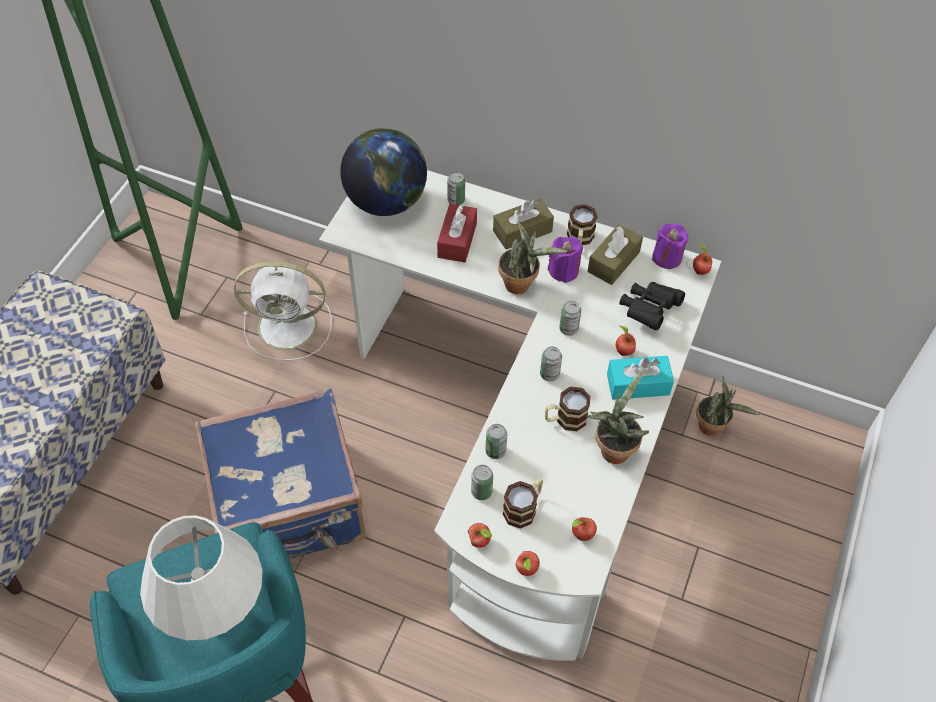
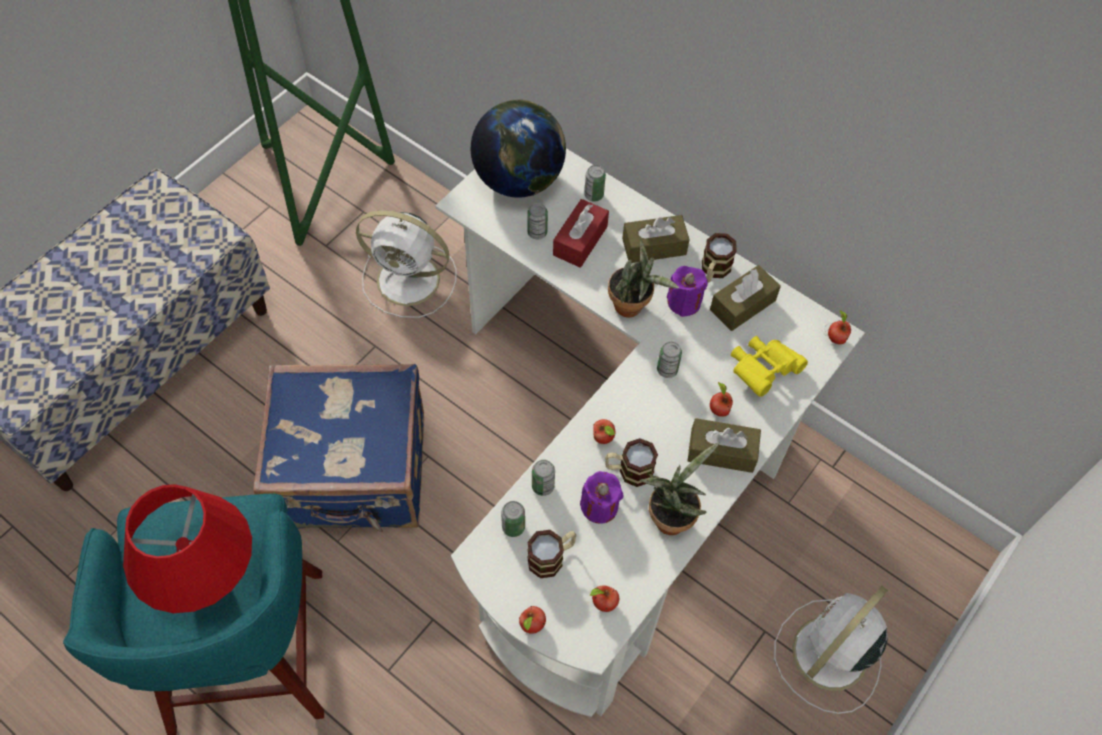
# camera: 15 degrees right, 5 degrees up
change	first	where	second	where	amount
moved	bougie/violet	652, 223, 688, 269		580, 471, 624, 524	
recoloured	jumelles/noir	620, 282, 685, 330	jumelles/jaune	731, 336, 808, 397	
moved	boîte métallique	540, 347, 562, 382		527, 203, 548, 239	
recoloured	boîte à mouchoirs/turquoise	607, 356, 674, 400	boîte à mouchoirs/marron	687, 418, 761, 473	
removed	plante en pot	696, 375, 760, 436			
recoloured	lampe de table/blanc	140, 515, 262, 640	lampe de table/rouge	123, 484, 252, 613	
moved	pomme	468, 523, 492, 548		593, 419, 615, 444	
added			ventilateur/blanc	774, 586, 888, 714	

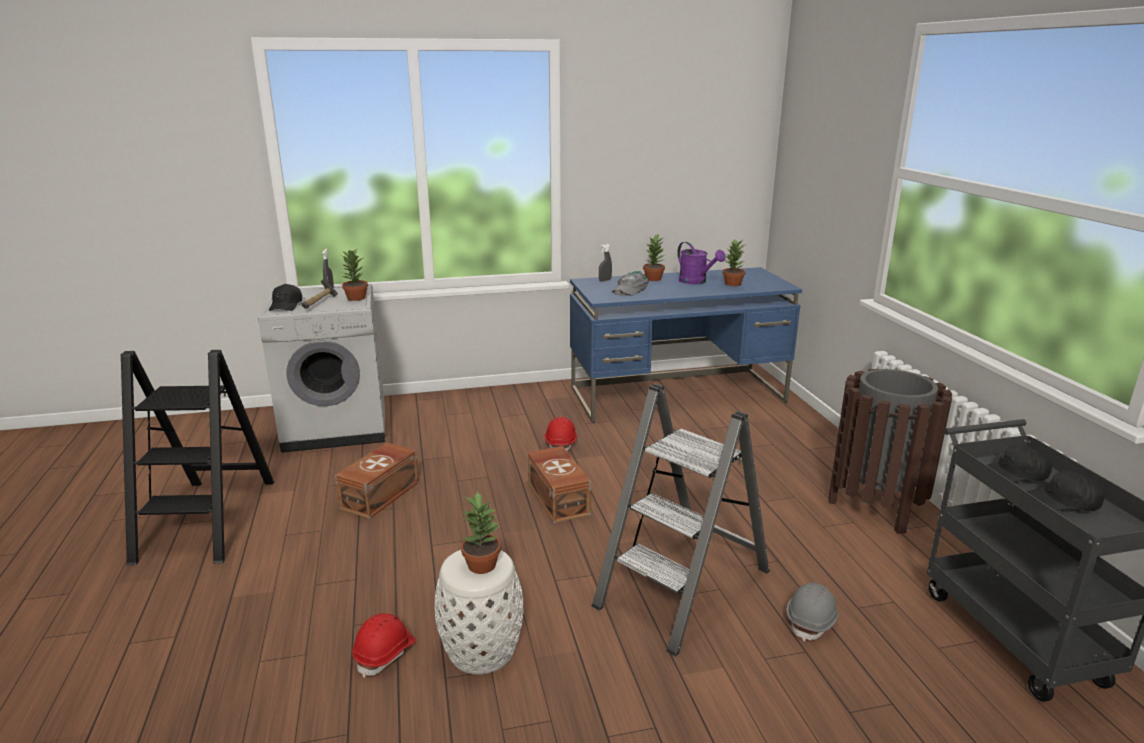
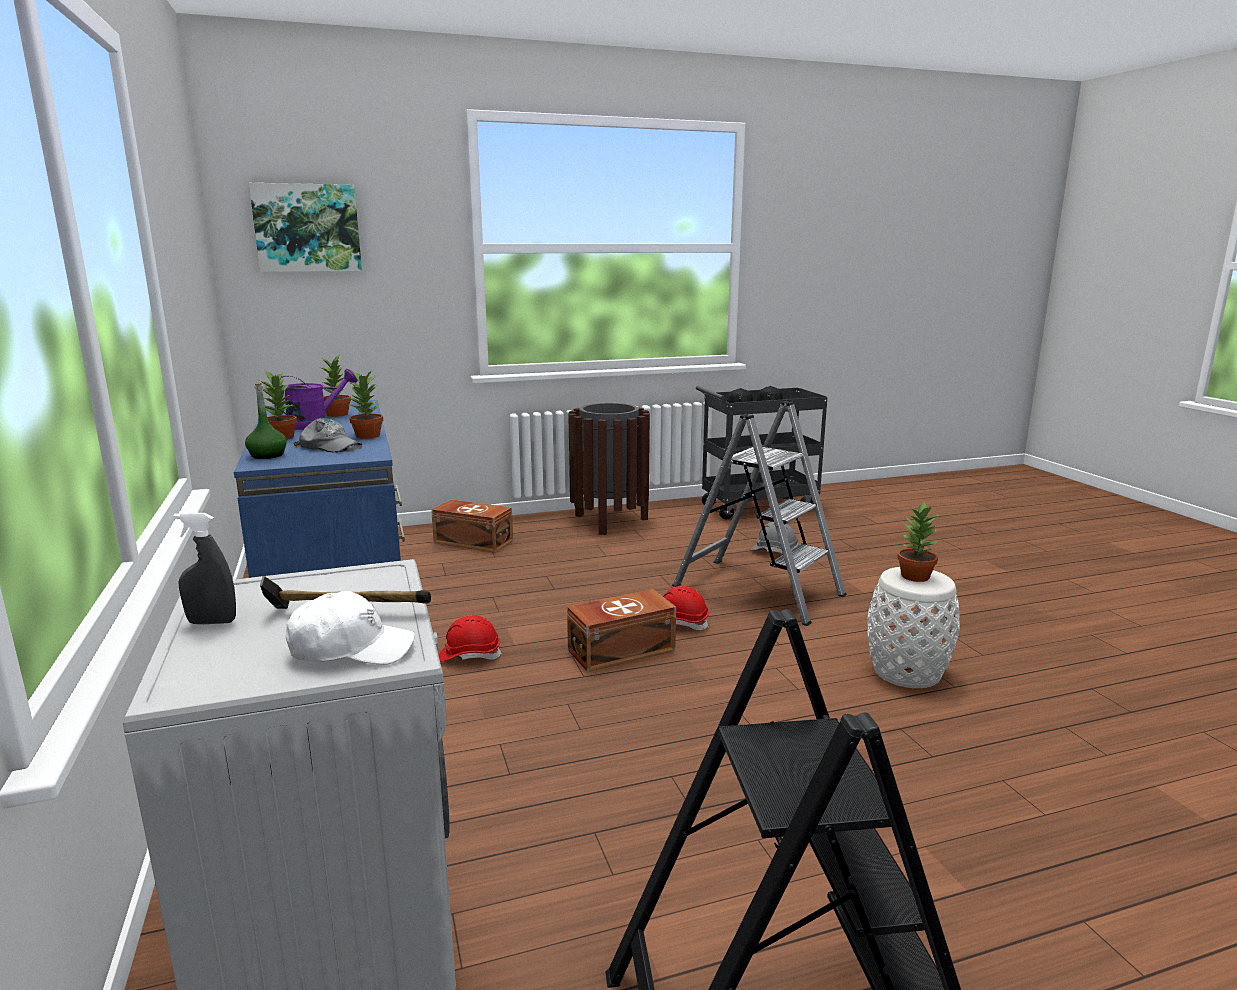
# camera: 95 degrees left, 5 degrees down
change	first	where	second	where	amount
replaced	vaporisateur/gris	599, 244, 612, 282	bouteille/vert	245, 382, 287, 459	
moved	plante en pot	342, 249, 368, 301		349, 369, 383, 439	
recoloured	casquette/noir	269, 284, 302, 311	casquette/blanc	286, 591, 415, 665	
moved	boîte de rangement/marron	335, 443, 419, 519		431, 500, 513, 553	
moved	casque de chantier/rouge	352, 613, 416, 678		663, 586, 709, 630	
added			tableau	249, 183, 362, 272	

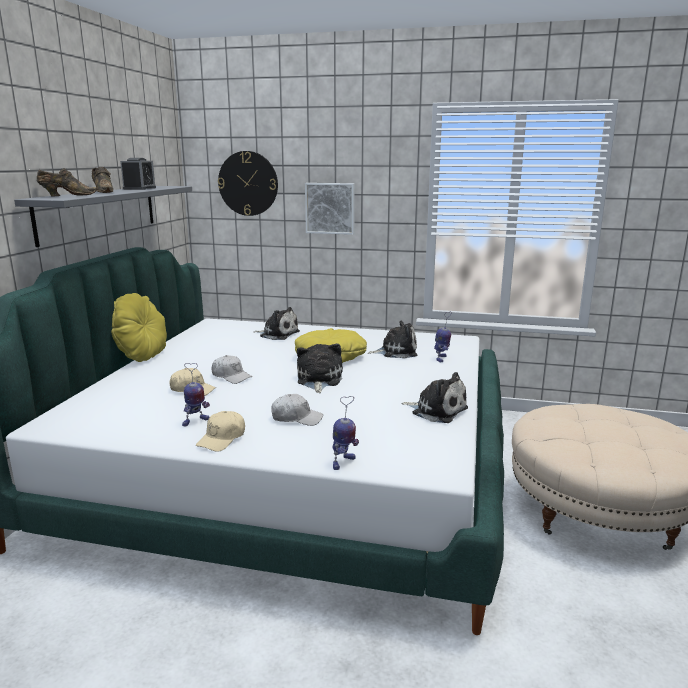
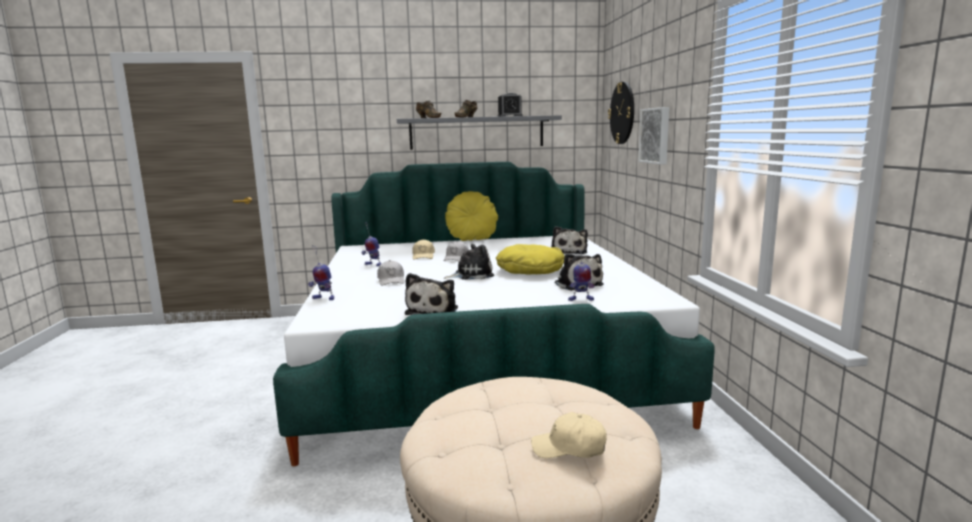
# camera: 70 degrees right, 5 degrees down
change	first	where	second	where	amount
moved	casquette/beige	196, 411, 245, 452		531, 412, 607, 458	

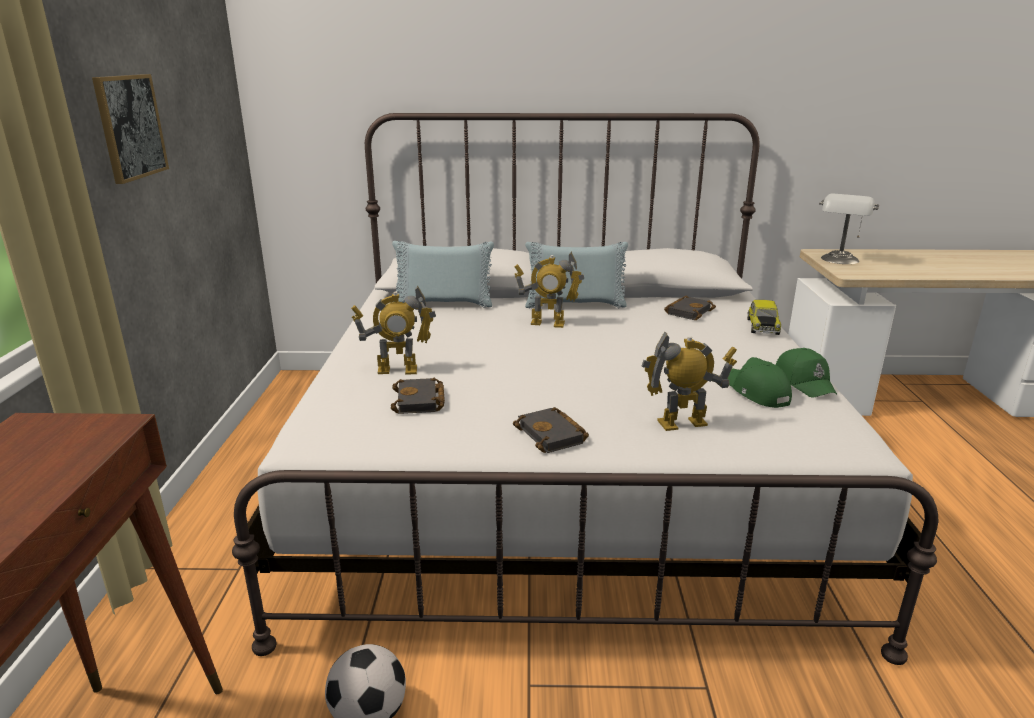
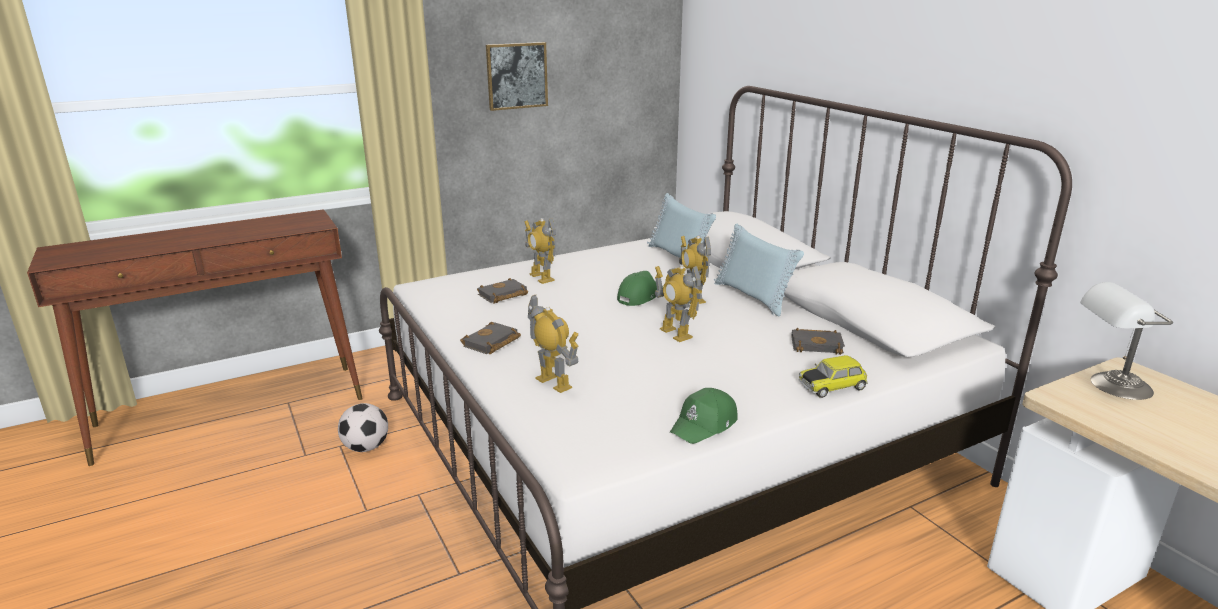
# camera: 60 degrees right, 0 degrees up
change	first	where	second	where	amount
moved	casquette/vert	728, 357, 792, 408		617, 271, 663, 306	
added			robot jouet	655, 265, 702, 342	

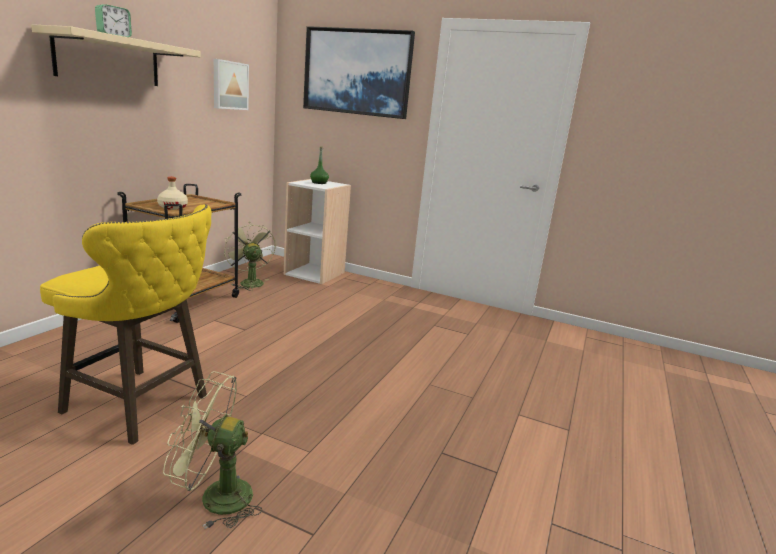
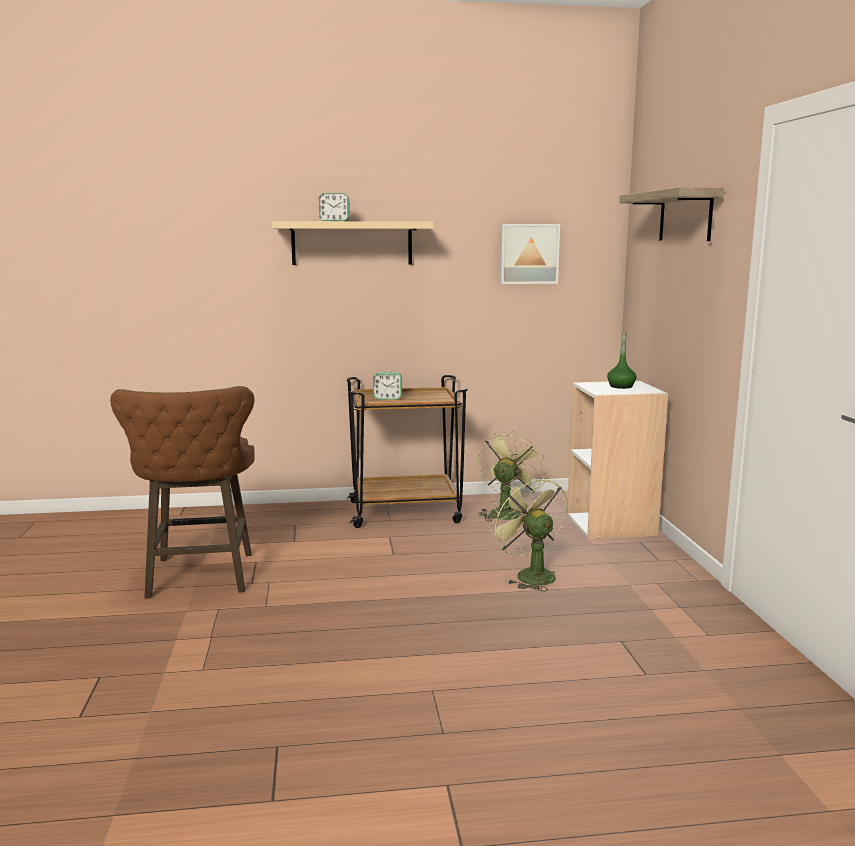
# camera: 60 degrees right, 5 degrees down
change	first	where	second	where	amount
replaced	tableau	303, 26, 415, 119	étagère	619, 187, 724, 241	
replaced	bouteille/beige	157, 177, 188, 210	réveil	373, 372, 402, 400	
recoloured	tabouret/jaune	40, 204, 211, 445	tabouret/marron	110, 386, 254, 599	
moved	ventilateur/vert	163, 371, 263, 529		488, 474, 568, 592	

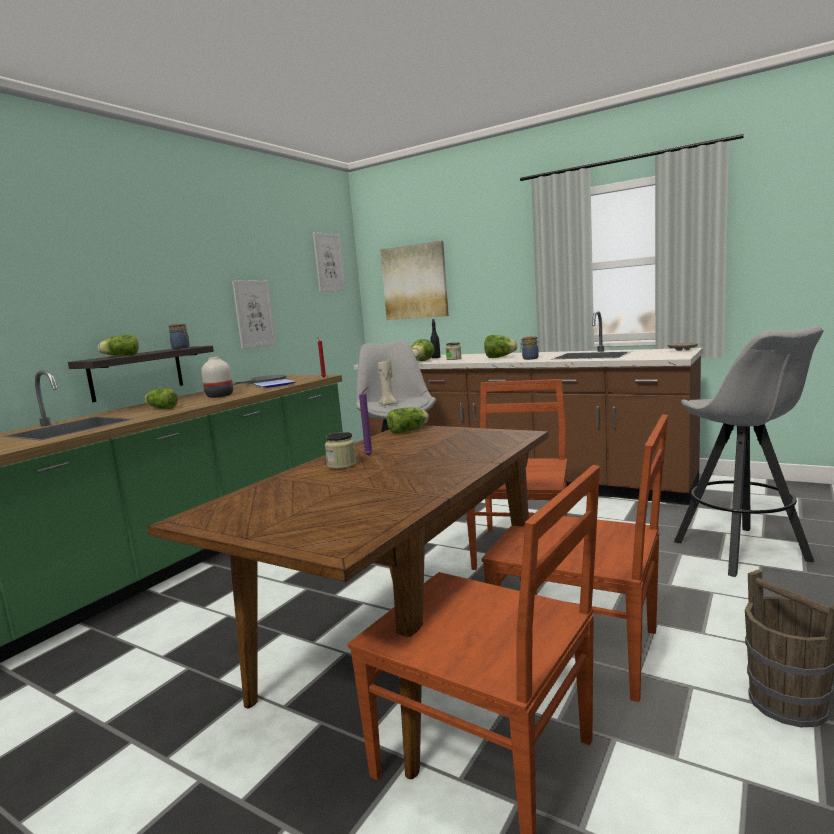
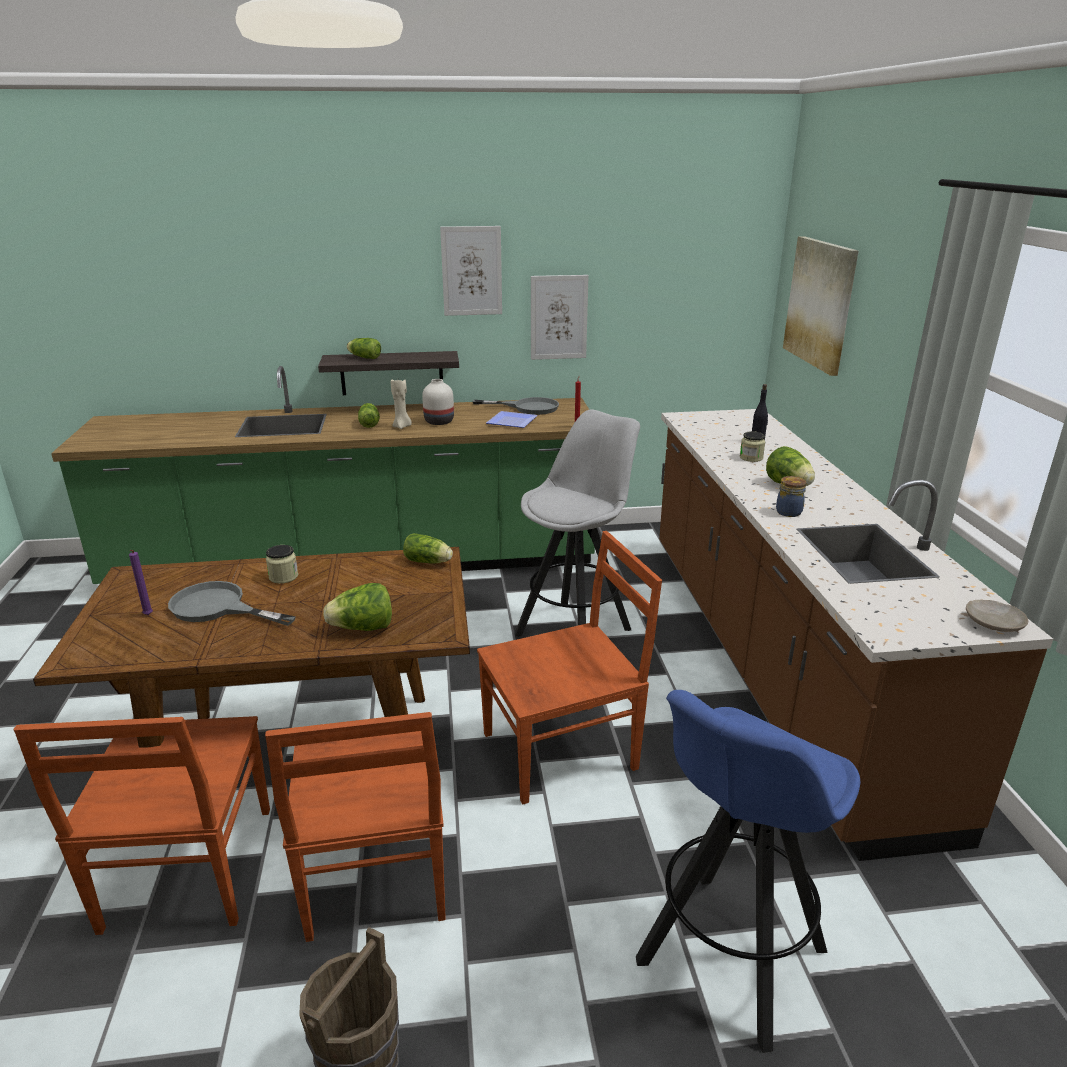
# camera: 50 degrees right, 15 degrees up
change	first	where	second	where	amount
moved	tableau	313, 232, 346, 292		440, 226, 502, 316	
removed	bocal	169, 324, 190, 349			
recoloured	tabouret/gris	674, 326, 824, 577	tabouret/bleu	636, 690, 860, 1053	
moved	laitue	411, 339, 434, 361		323, 583, 392, 631	
moved	bougie/beige	378, 360, 397, 406		391, 379, 412, 429	
moved	bougie/violet	359, 387, 373, 456		129, 550, 153, 615	
added			poêle/gris	168, 581, 296, 626	

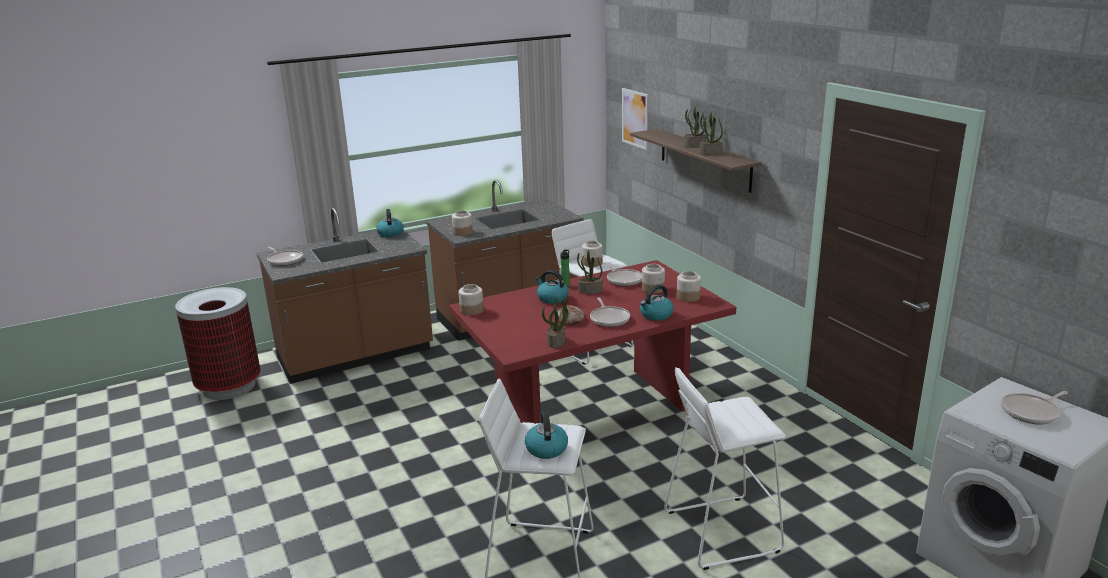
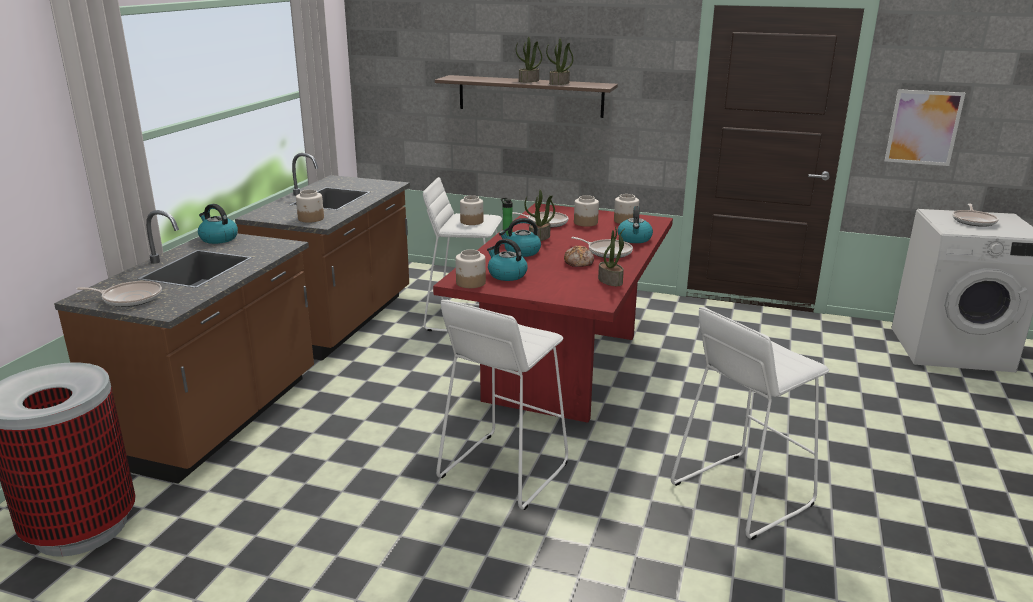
# camera: 45 degrees left, 0 degrees up
change	first	where	second	where	amount
moved	tableau	622, 88, 648, 150		885, 89, 965, 166	
moved	tabouret/blanc	664, 367, 786, 570		436, 300, 568, 510	
moved	bouilloire	525, 411, 568, 459		487, 239, 528, 281	

